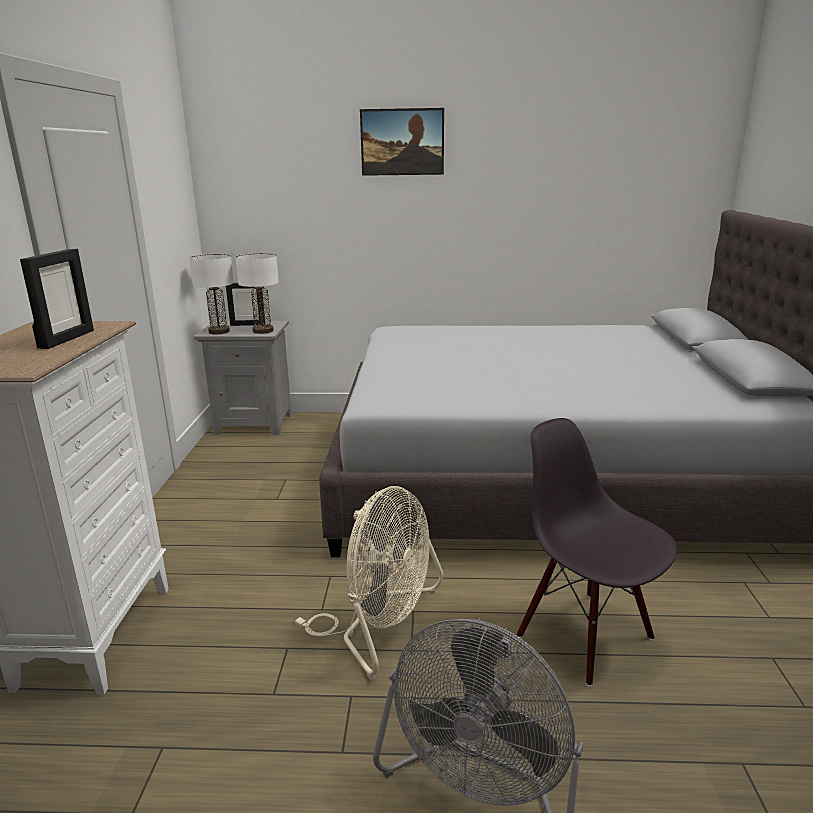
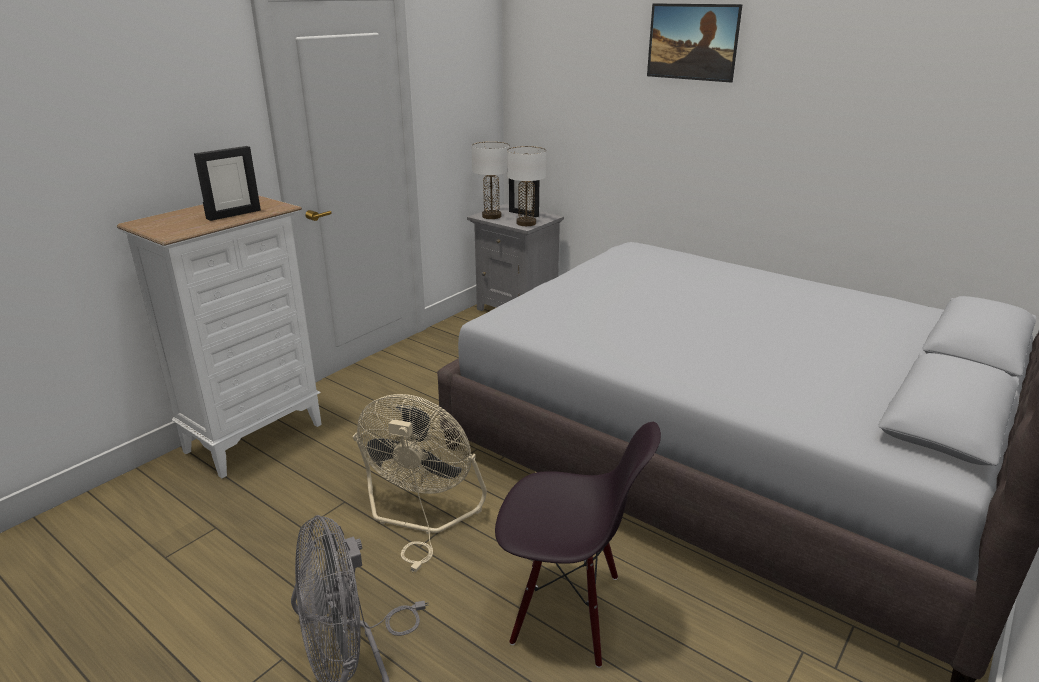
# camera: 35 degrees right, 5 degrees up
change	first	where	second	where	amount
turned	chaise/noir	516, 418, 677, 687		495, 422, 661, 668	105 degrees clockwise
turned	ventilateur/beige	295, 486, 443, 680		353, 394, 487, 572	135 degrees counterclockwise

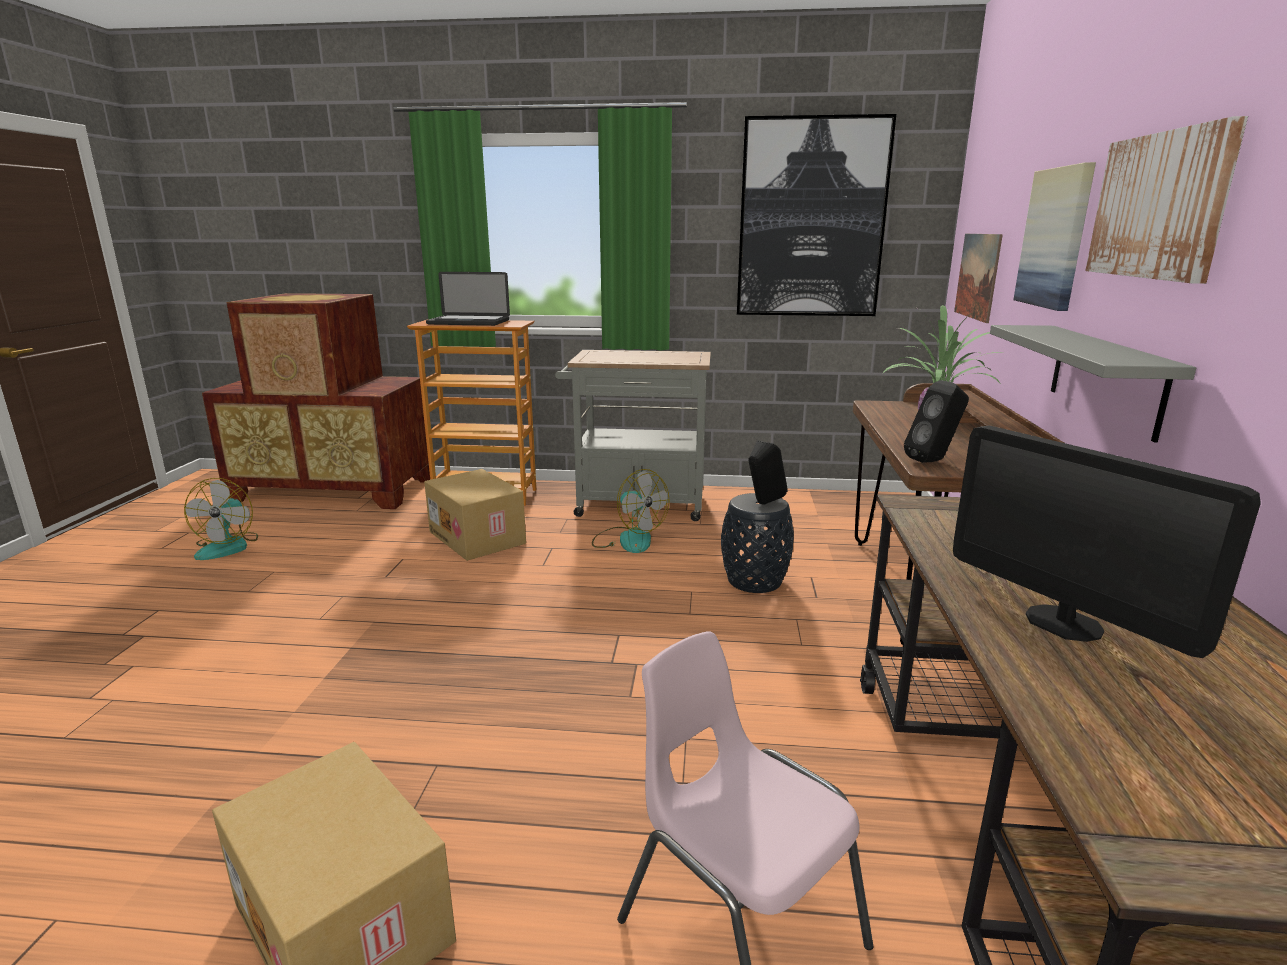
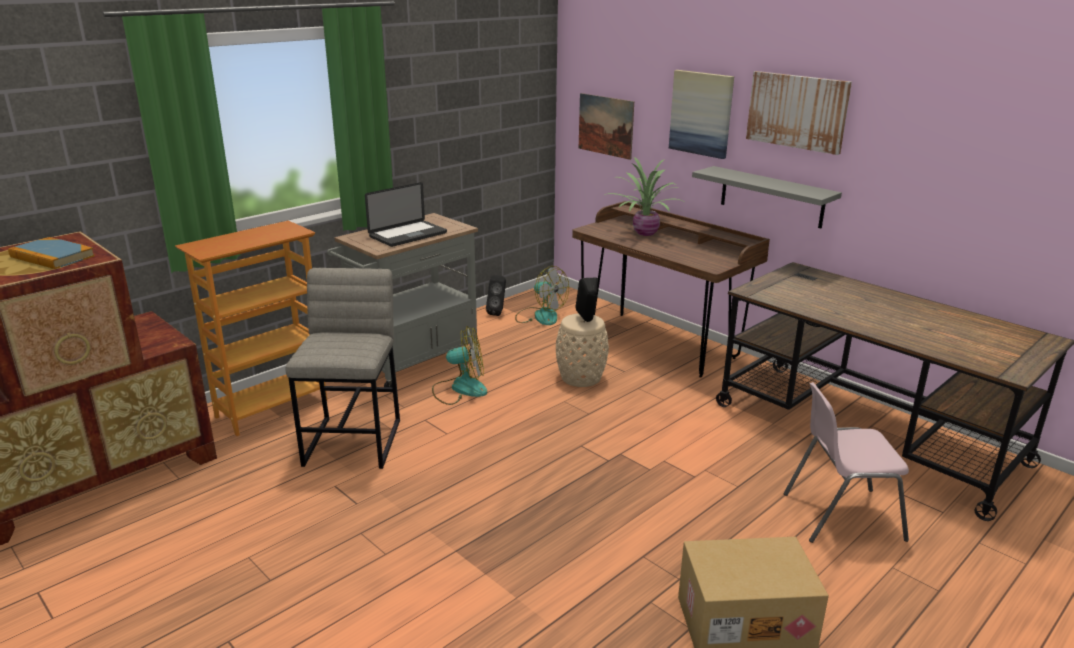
# camera: 50 degrees left, 5 degrees up
change	first	where	second	where	amount
removed	tableau	737, 114, 896, 316			
moved	ordinateur portable	426, 272, 510, 326		365, 182, 447, 247	
moved	enceinte/noir	904, 380, 969, 463		486, 275, 506, 316	
removed	écran d'ordinateur	953, 425, 1261, 658			
replaced	carton	424, 469, 526, 561	chaise/gris	285, 268, 400, 469	
moved	ventilateur	184, 478, 258, 560		515, 266, 569, 325	
recoloured	tabouret/noir	721, 493, 794, 593	tabouret/beige	556, 313, 609, 387	
added			livre	8, 237, 95, 269	

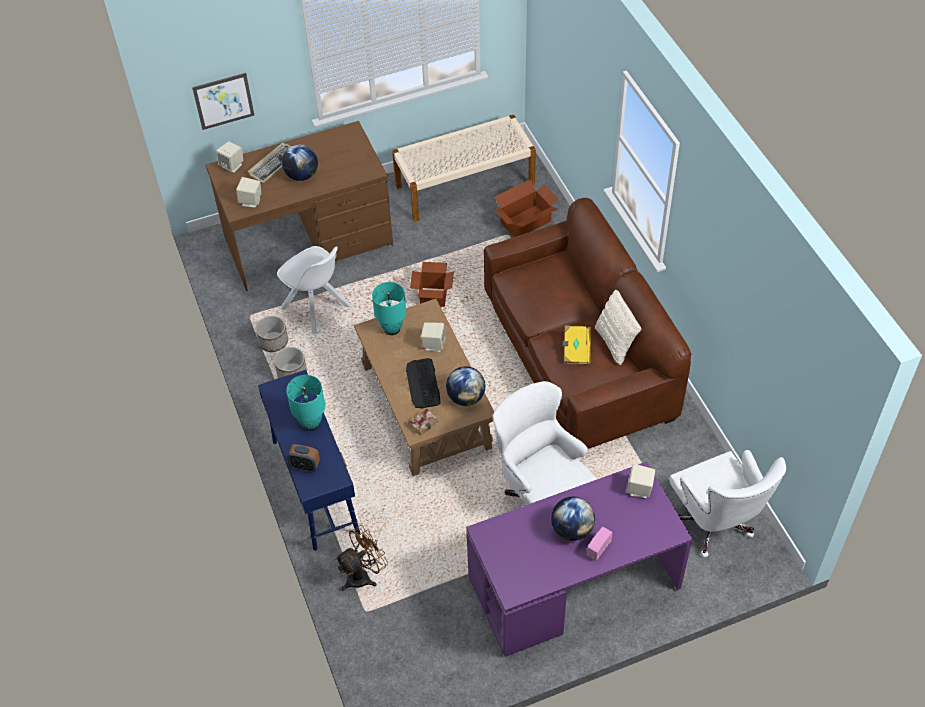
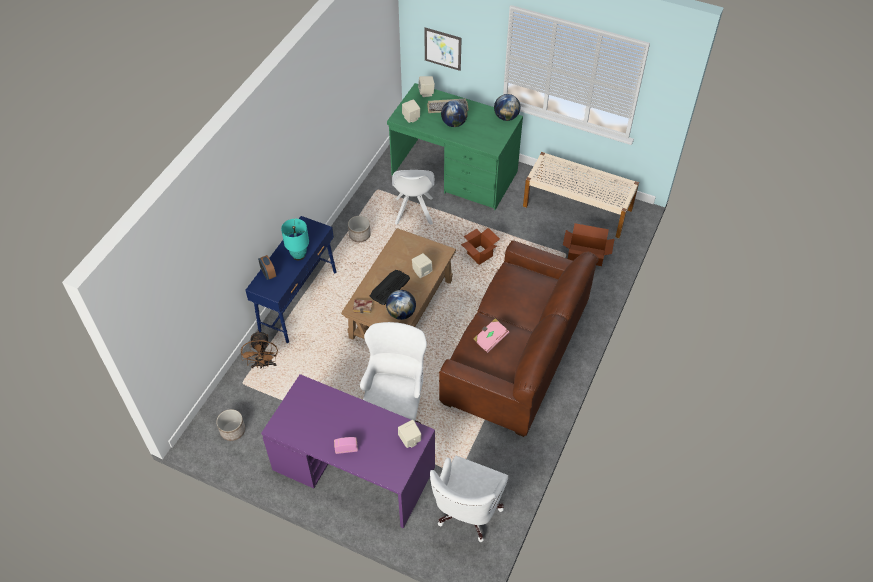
# camera: 45 degrees right, 0 degrees up
change	first	where	second	where	amount
recoloured	bureau/marron	206, 121, 393, 291	bureau/vert	387, 83, 523, 210	
removed	lampe de table/turquoise	372, 282, 406, 335			
removed	coussin/beige	595, 290, 641, 365			
moved	cache-pot	255, 316, 288, 352		216, 409, 245, 441	
recoloured	livre/jaune	562, 325, 591, 364	livre/rose	473, 318, 509, 353	
moved	globe	551, 497, 595, 541		494, 94, 520, 121	
turned	ventilateur/marron	335, 525, 388, 591		241, 330, 278, 369	75 degrees clockwise

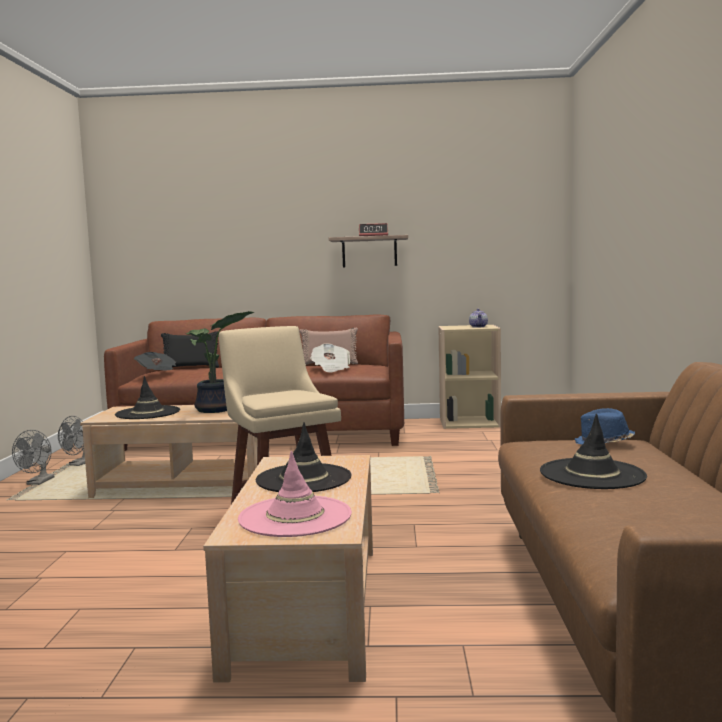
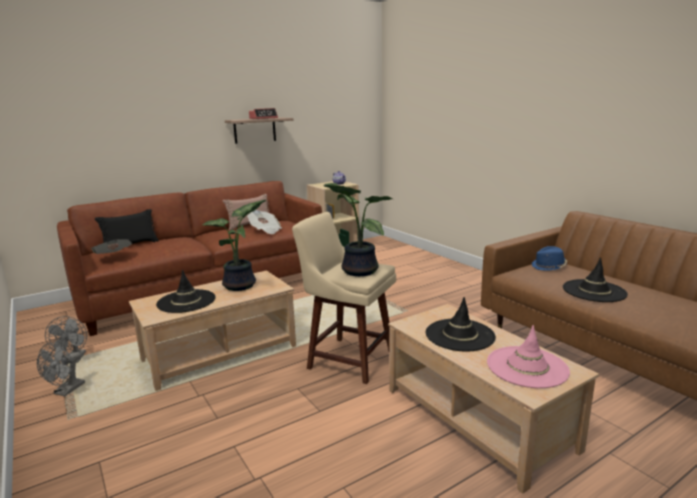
# camera: 35 degrees left, 10 degrees up
change	first	where	second	where	amount
turned	ventilateur/gris	12, 430, 54, 485		37, 343, 85, 396	45 degrees clockwise
added			plante en pot	323, 183, 392, 276	

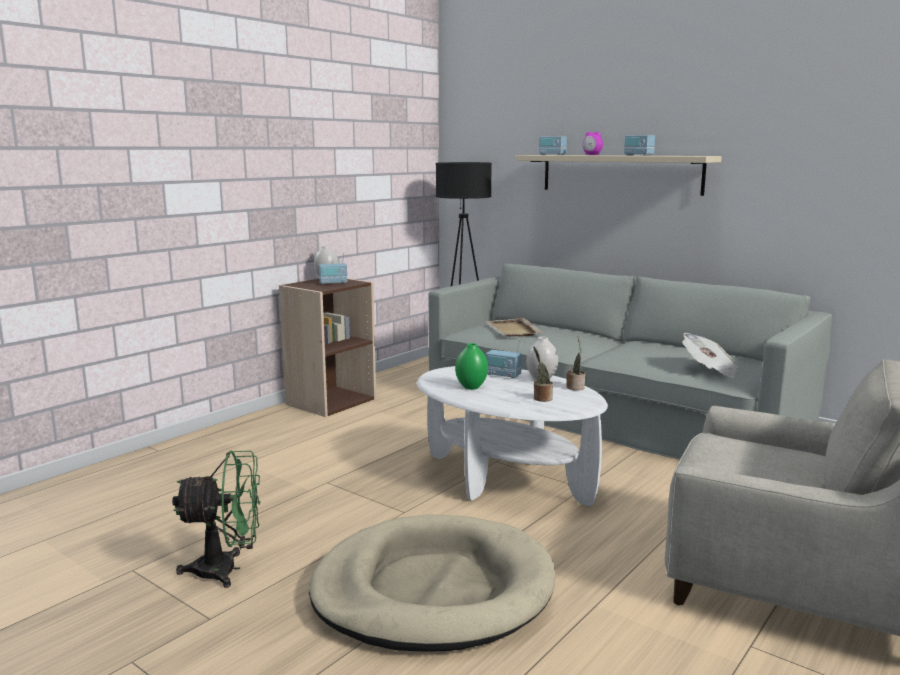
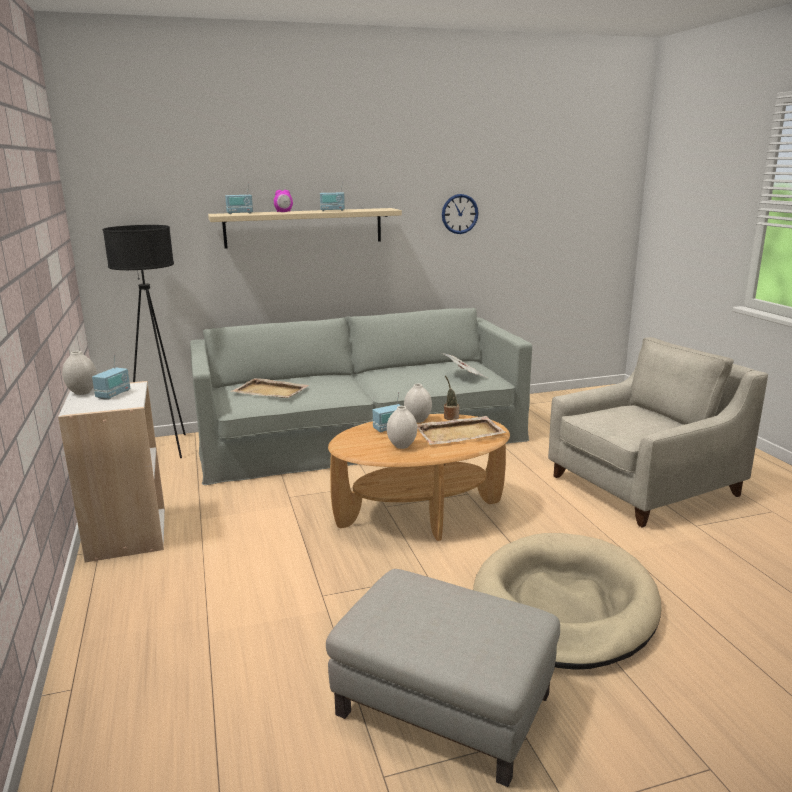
# camera: 55 degrees left, 5 degrees up
change	first	where	second	where	amount
recoloured	bibliothèque/marron	279, 278, 376, 417	bibliothèque/blanc	58, 381, 165, 562	
recoloured	vase/vert	455, 343, 488, 390	vase/blanc	387, 406, 417, 449	
replaced	plante en pot	533, 346, 553, 402	plateau/beige	417, 416, 506, 445	
recoloured	table basse/blanc	417, 366, 608, 506	table basse/marron	328, 414, 510, 541	
replaced	ventilateur/vert	172, 450, 261, 588	pouf/gris	326, 569, 560, 787	
added			horloge murale	442, 194, 479, 234	

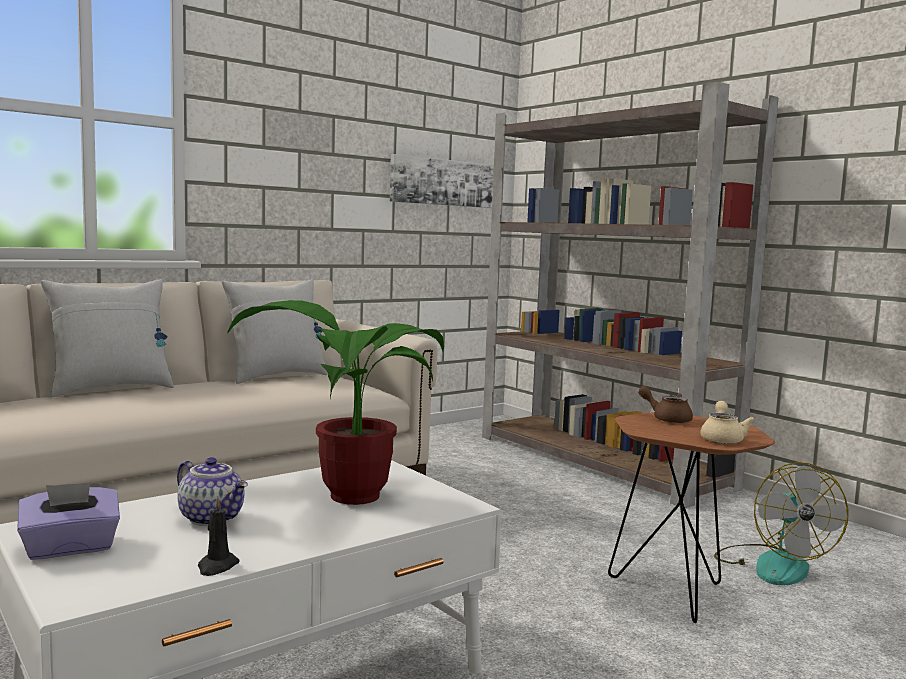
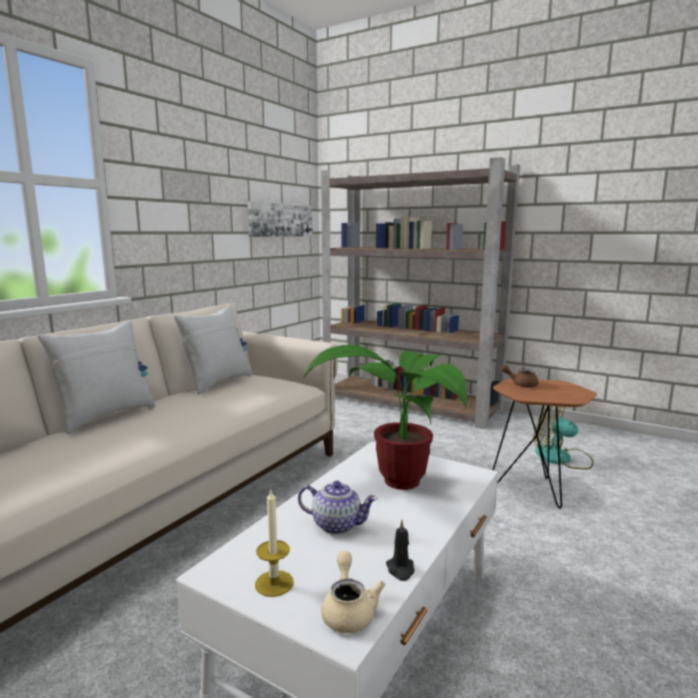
# camera: 20 degrees left, 5 degrees up
change	first	where	second	where	amount
moved	théière/beige	700, 401, 755, 444		321, 551, 385, 633	
turned	ventilateur	714, 462, 849, 585		533, 406, 594, 469	150 degrees clockwise
replaced	boîte à mouchoirs/violet	17, 482, 120, 560	bougie	255, 490, 294, 597	

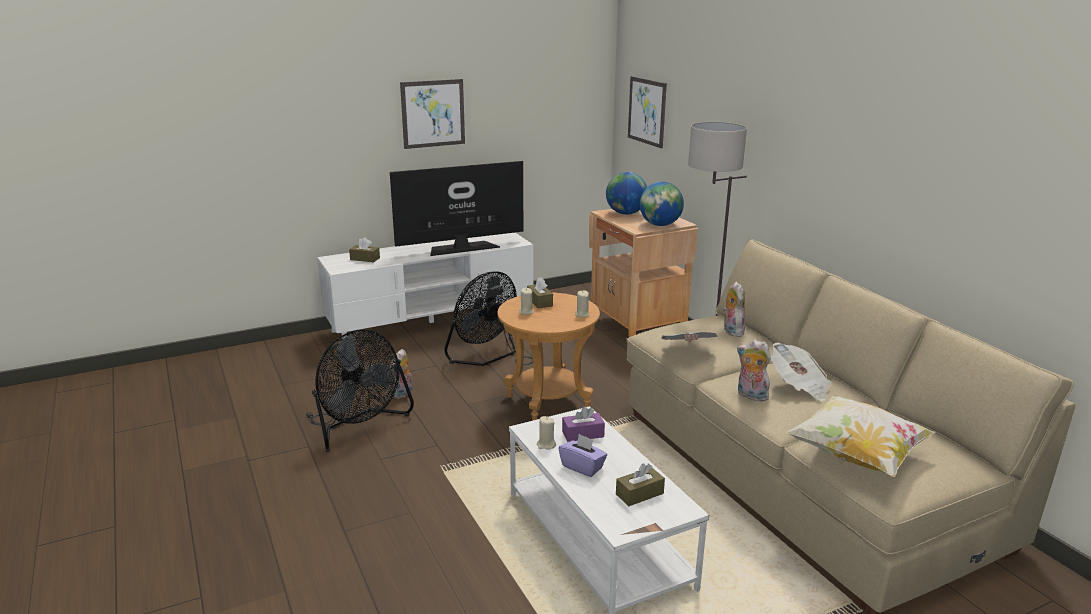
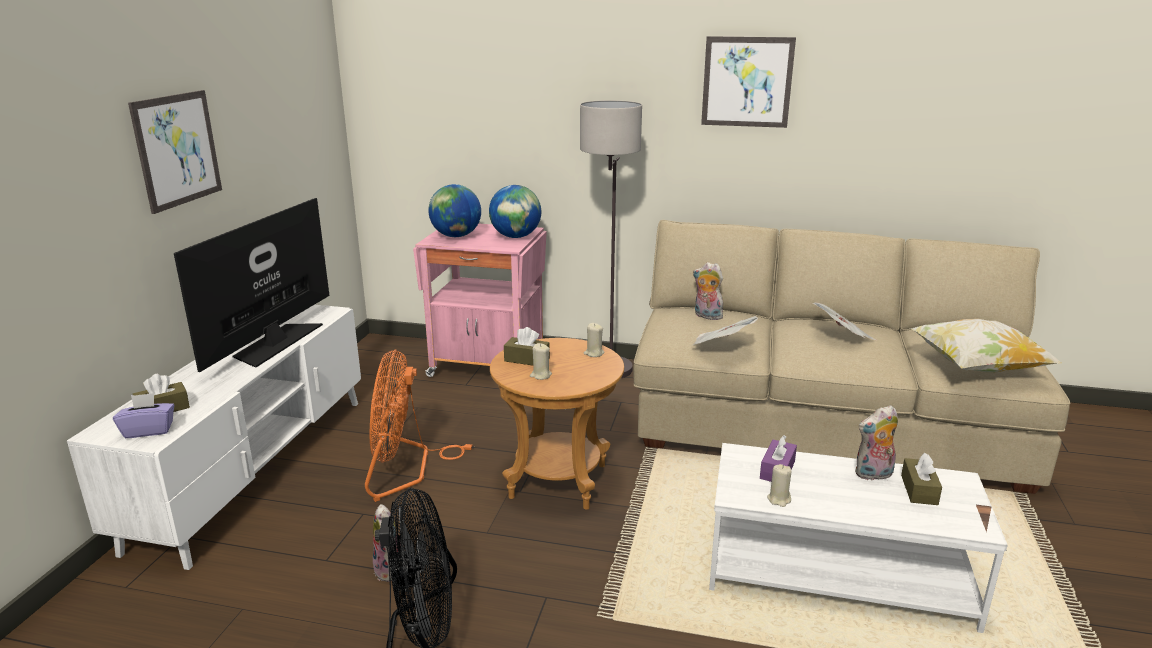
# camera: 50 degrees left, 0 degrees up
change	first	where	second	where	amount
moved	tableau	628, 76, 667, 148		701, 36, 796, 128	
recoloured	chariot/marron	589, 209, 698, 341	chariot/rose	413, 224, 547, 377	
recoloured	ventilateur/noir	444, 272, 533, 366	ventilateur/orange	365, 350, 474, 502	
moved	peluche	737, 339, 771, 401		855, 405, 898, 481	
moved	boîte à mouchoirs/violet	559, 434, 607, 477		113, 393, 175, 438	

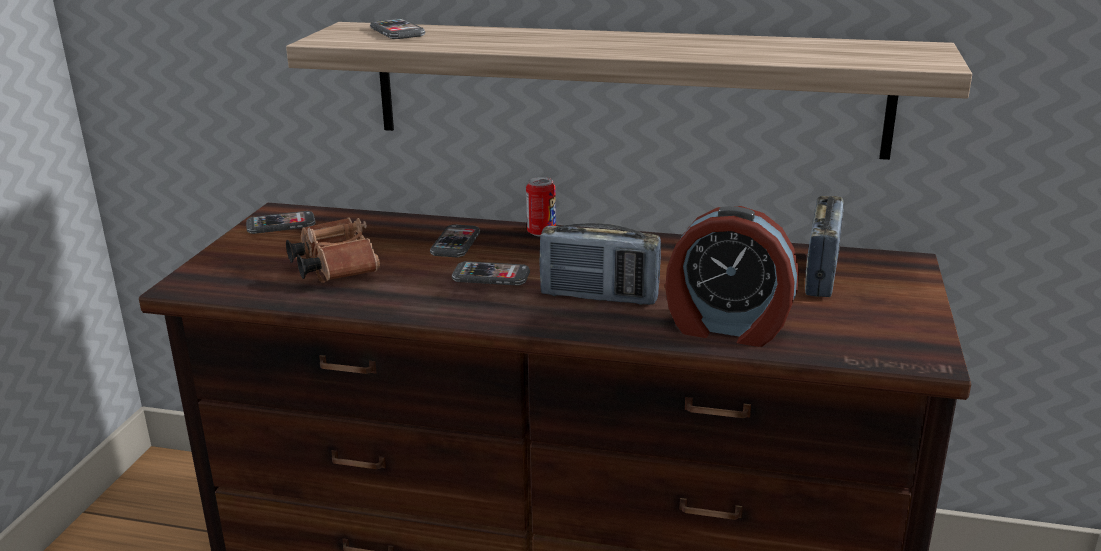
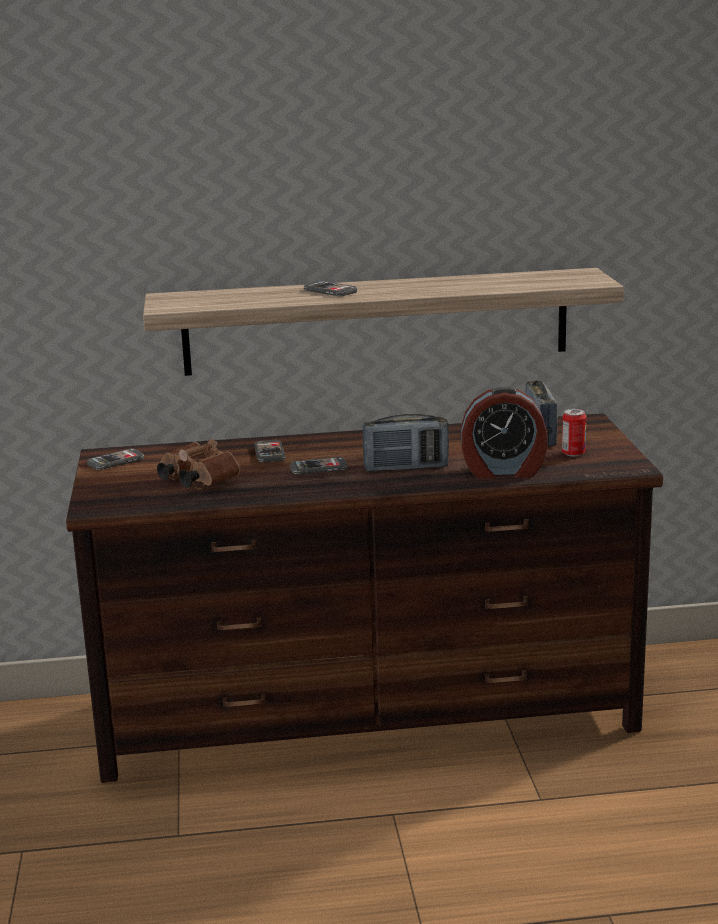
# camera: 20 degrees left, 5 degrees down
change	first	where	second	where	amount
moved	téléphone	370, 18, 425, 39		304, 281, 357, 296	
moved	boîte métallique	526, 177, 556, 236		562, 409, 586, 457	

